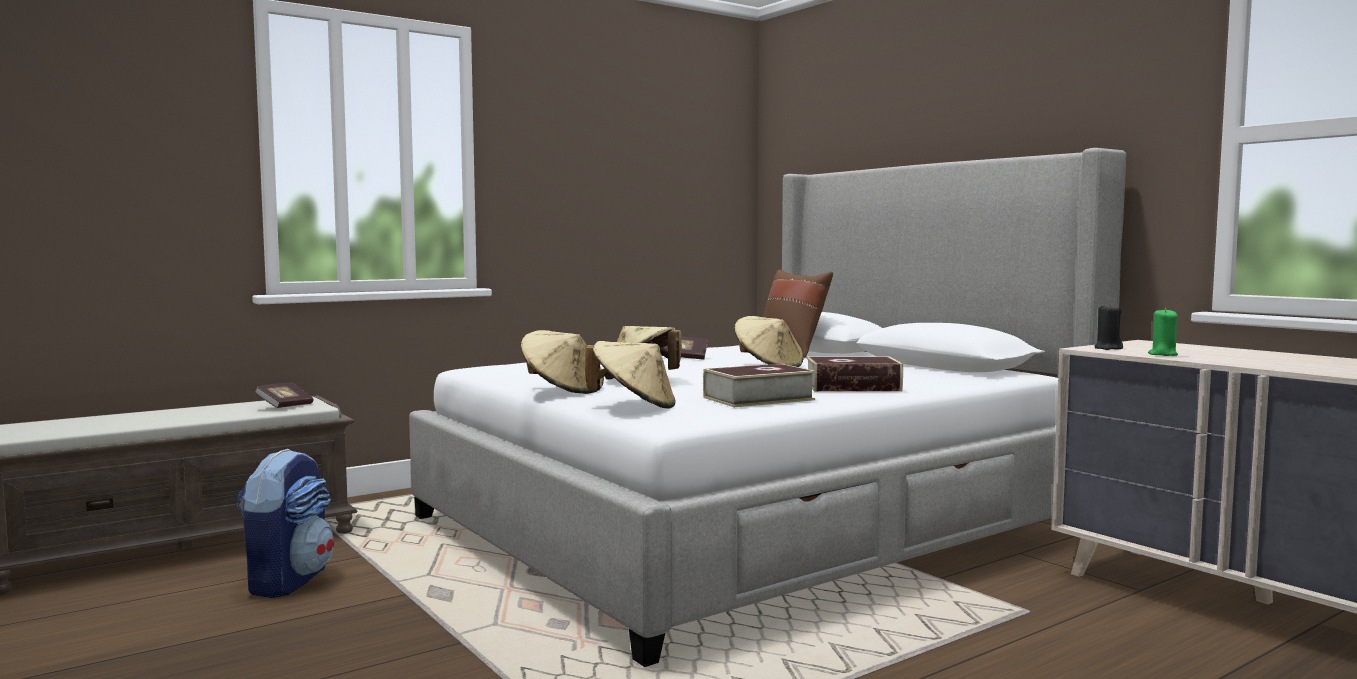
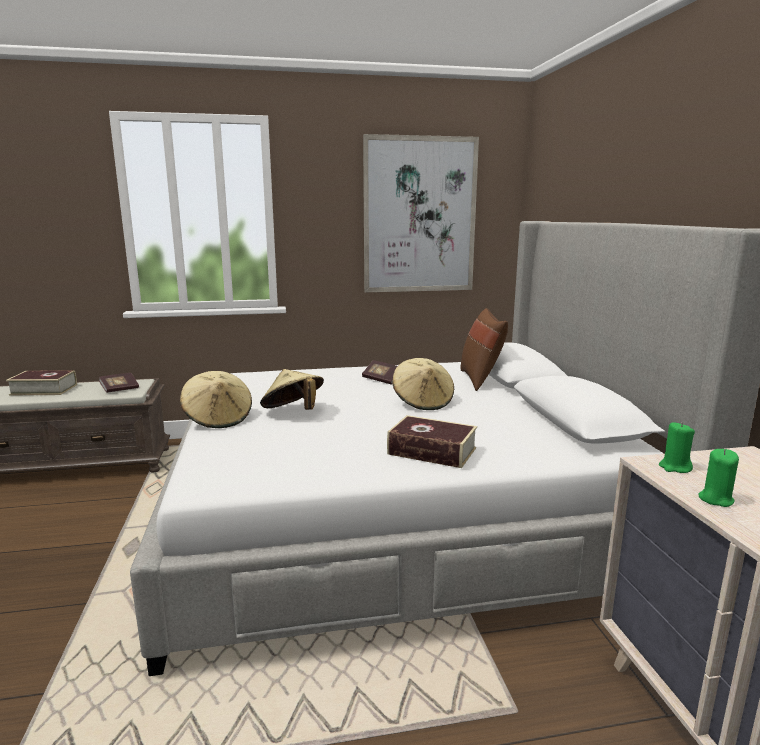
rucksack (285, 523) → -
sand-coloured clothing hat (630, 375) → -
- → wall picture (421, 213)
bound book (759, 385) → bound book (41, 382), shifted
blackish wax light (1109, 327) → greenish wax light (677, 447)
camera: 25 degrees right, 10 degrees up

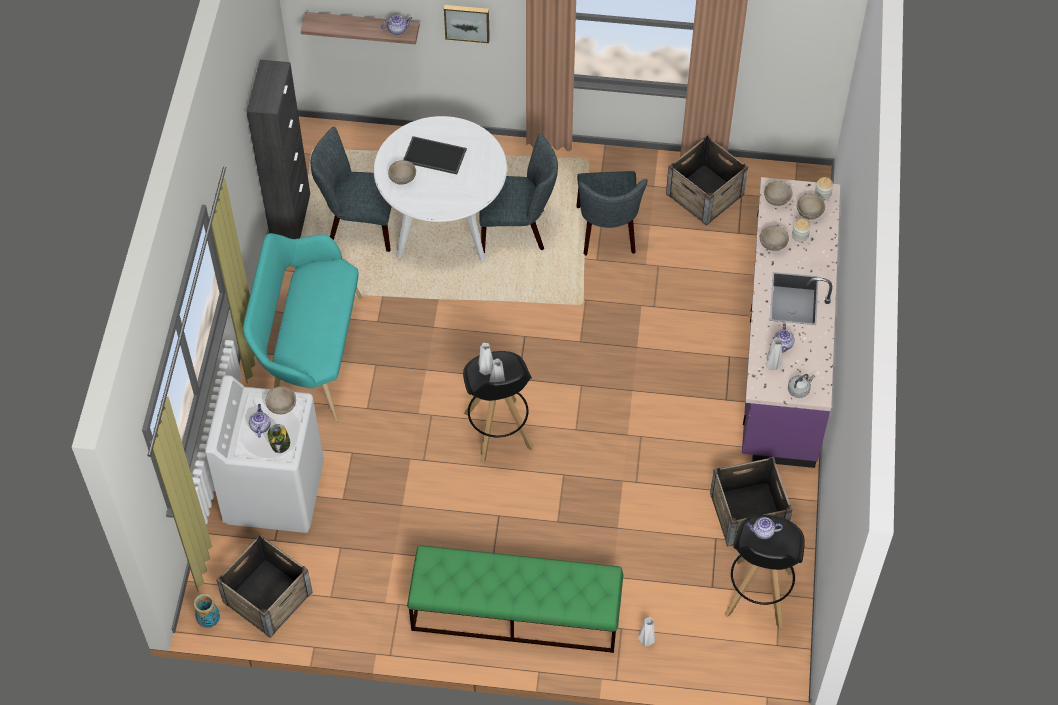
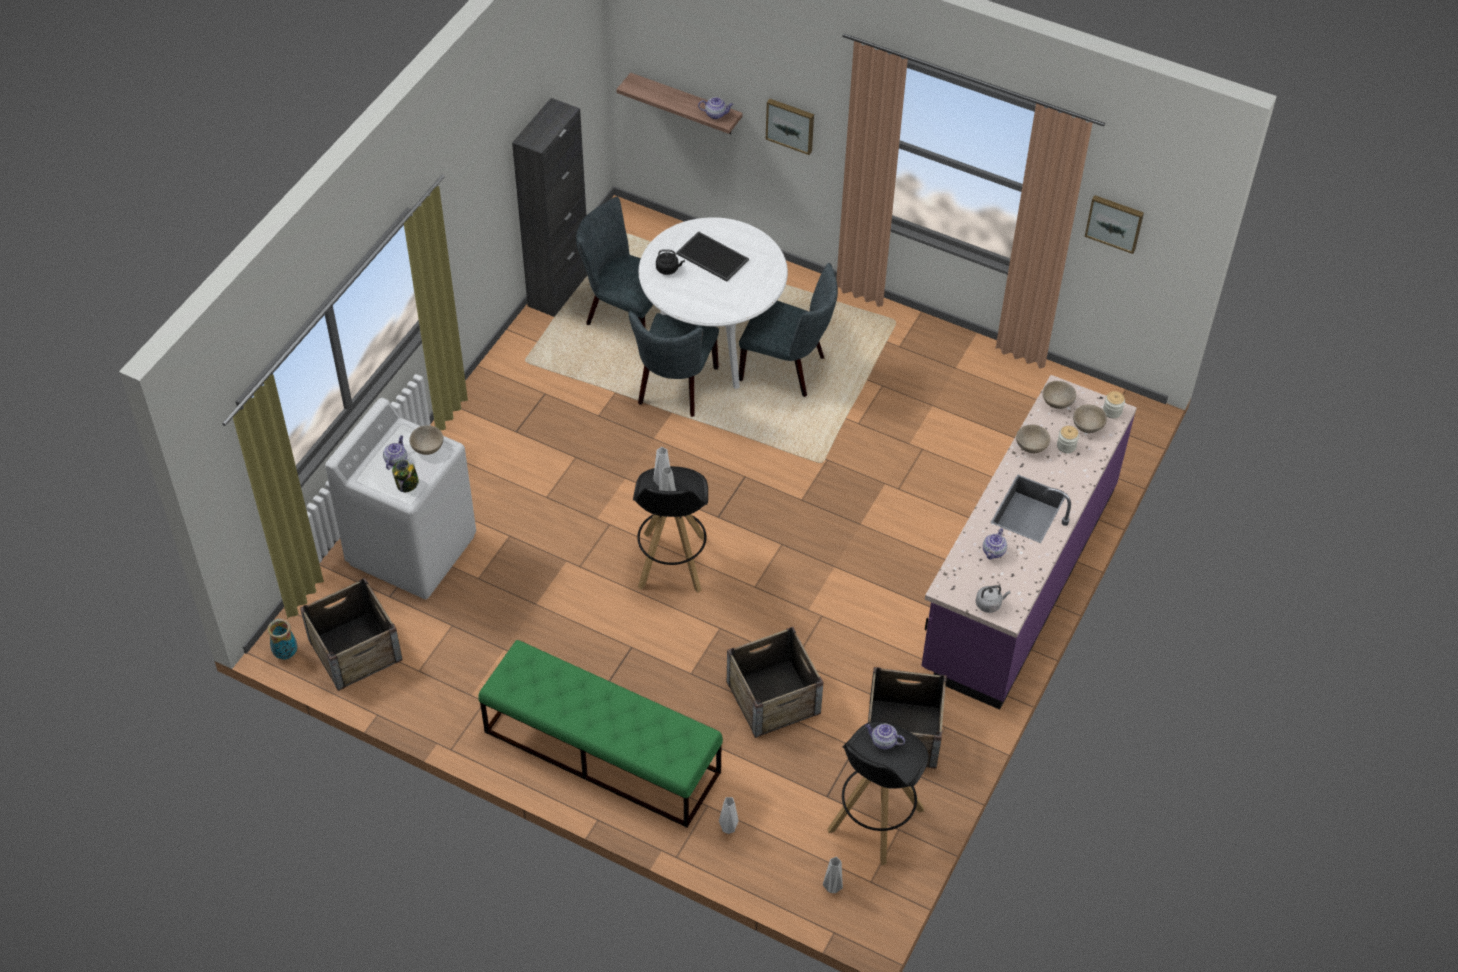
turquoise indoor bench (302, 327) → -
- → wall picture (1114, 224)
grey plain chair (612, 213) → grey plain chair (673, 364), shifted
crate (707, 181) → crate (775, 682), shifted
grey vase (774, 353) → grey vase (833, 875), shifted
sand-coloured bowl (402, 172) → blackish kettle (670, 262)
camera: 20 degrees right, 5 degrees down

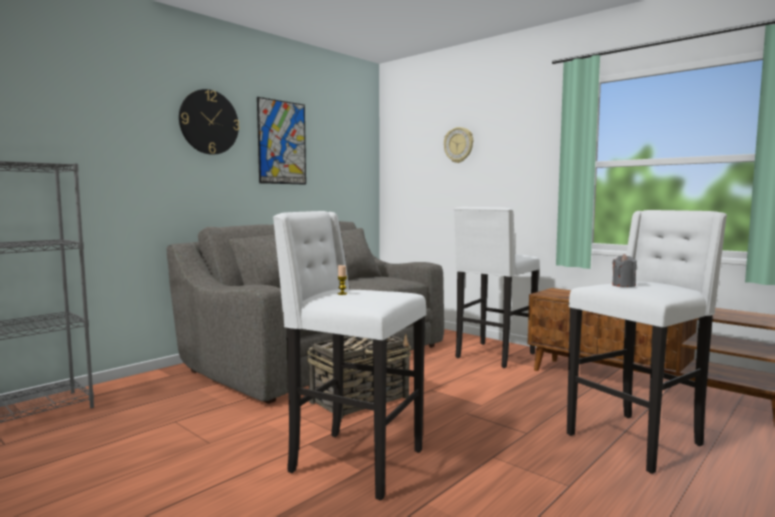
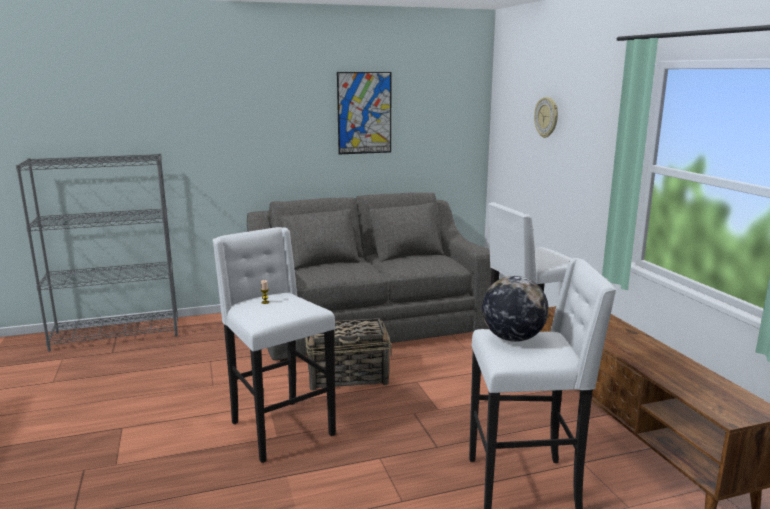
clock on the wall (209, 122) → -
grey wax light (624, 270) → desk globe (515, 309)
camera: 30 degrees right, 10 degrees up

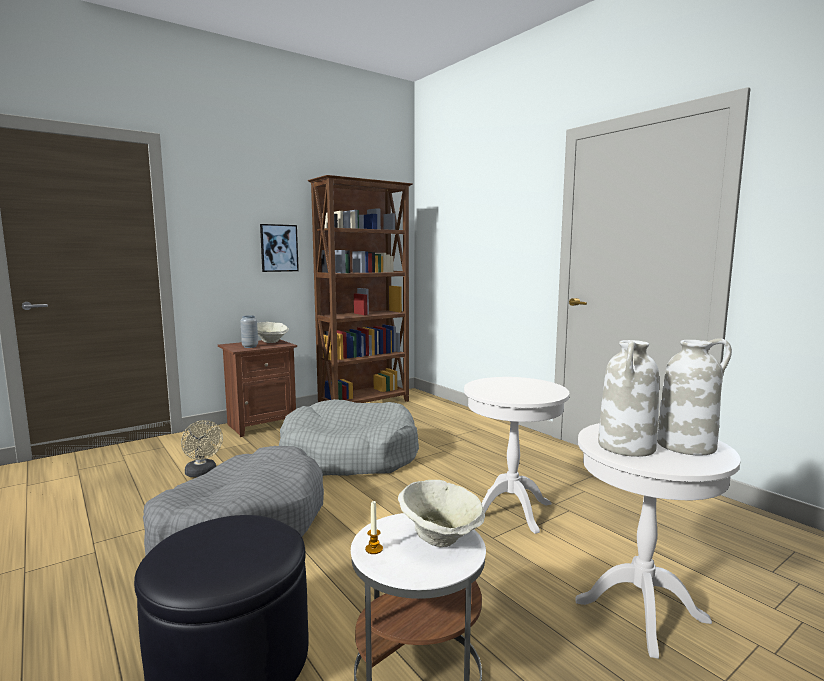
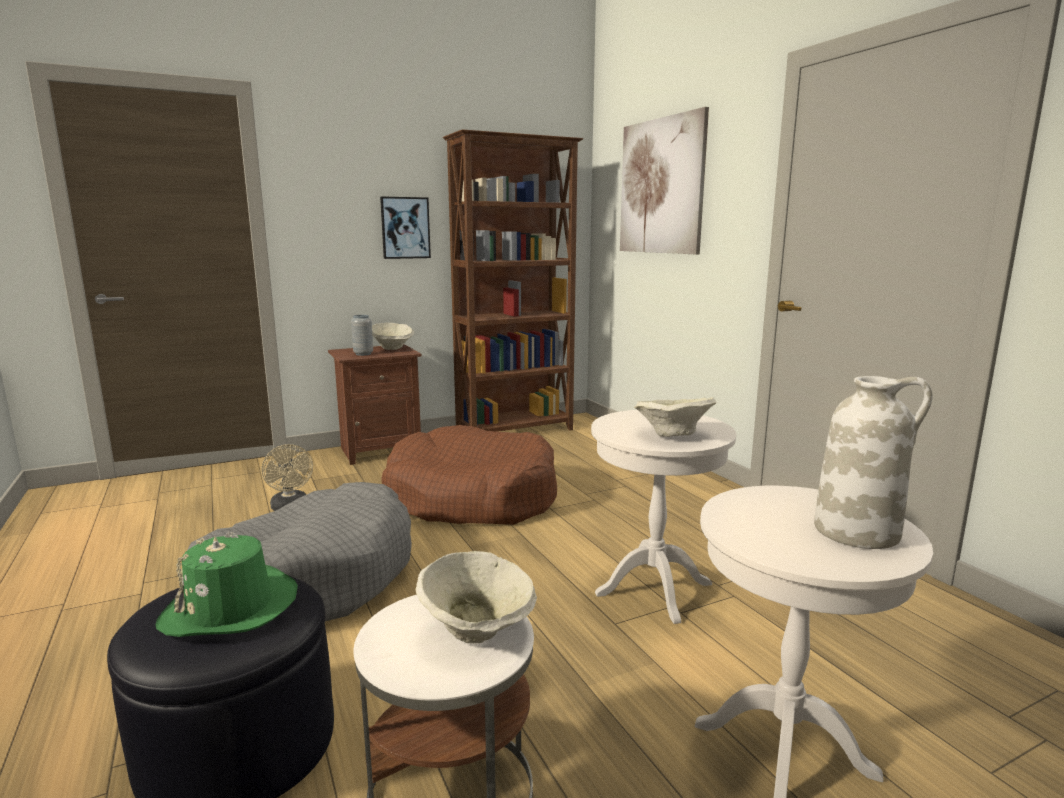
wax light (374, 527) → -
white-coloured vase (628, 398) → -
- → greenish clothing hat (226, 584)
- → wall picture (664, 180)
- → sand-coloured bowl (675, 417)
grey pet bed (349, 437) → brown-coloured pet bed (469, 475)
camera: 10 degrees right, 5 degrees up

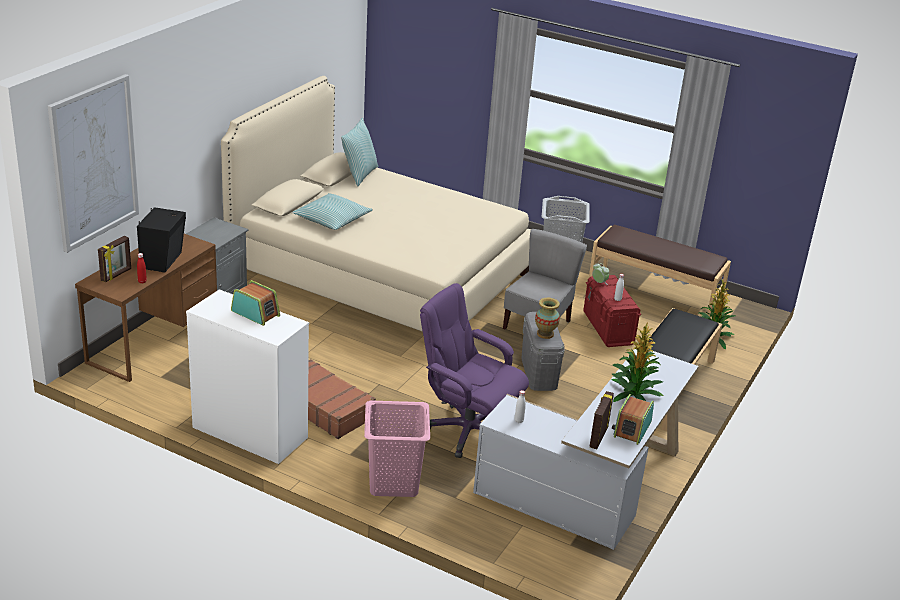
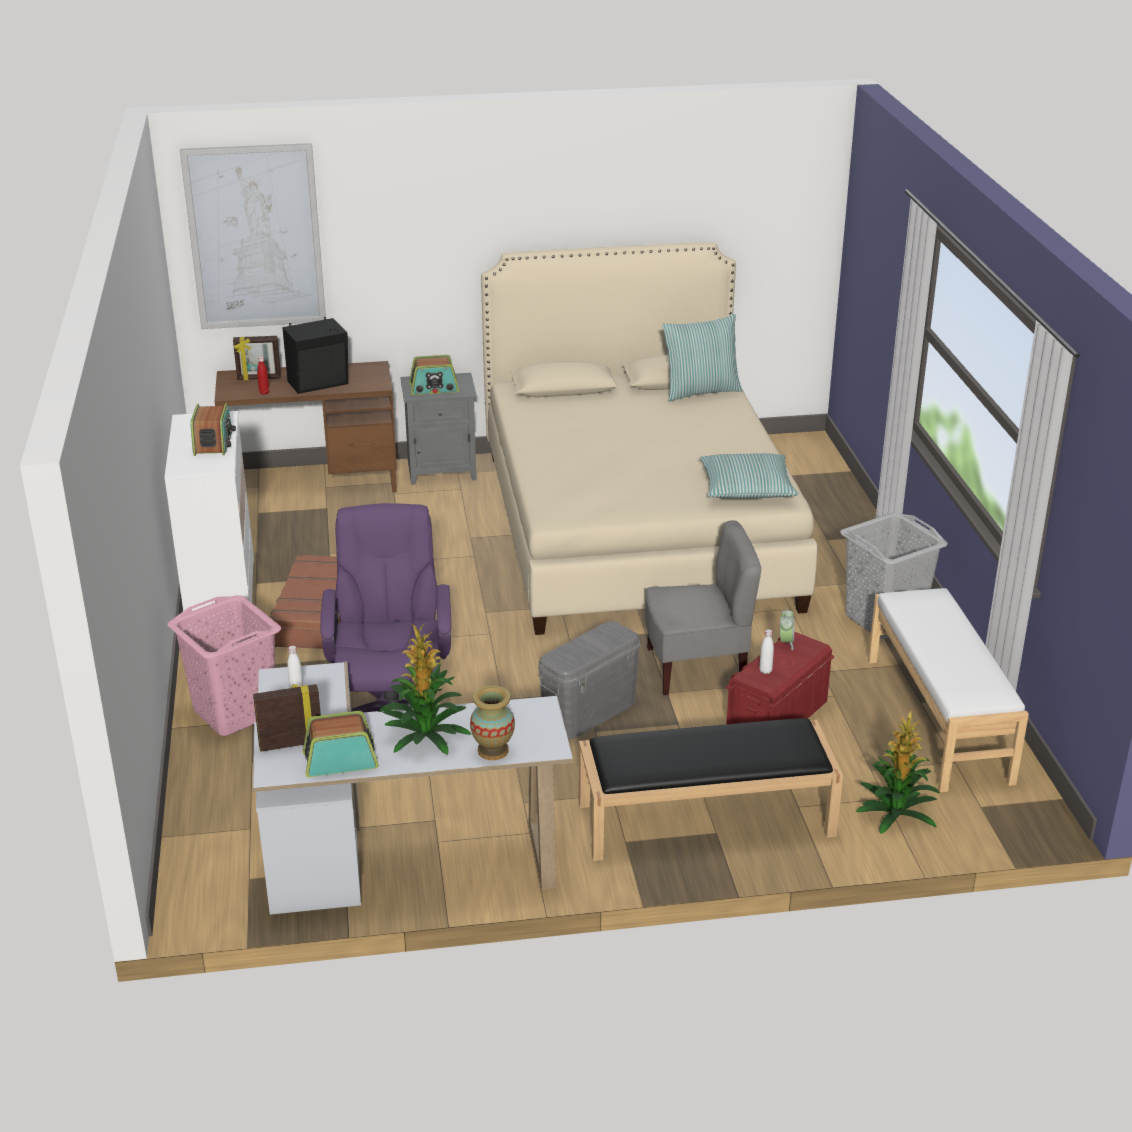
- → radio receiver (434, 375)
pillow (332, 211) → pillow (749, 476), shifted
vase (547, 318) → vase (492, 723), shifted
brown-coloured indoor bench (660, 271) → white-coloured indoor bench (948, 690)
camera: 55 degrees right, 0 degrees up

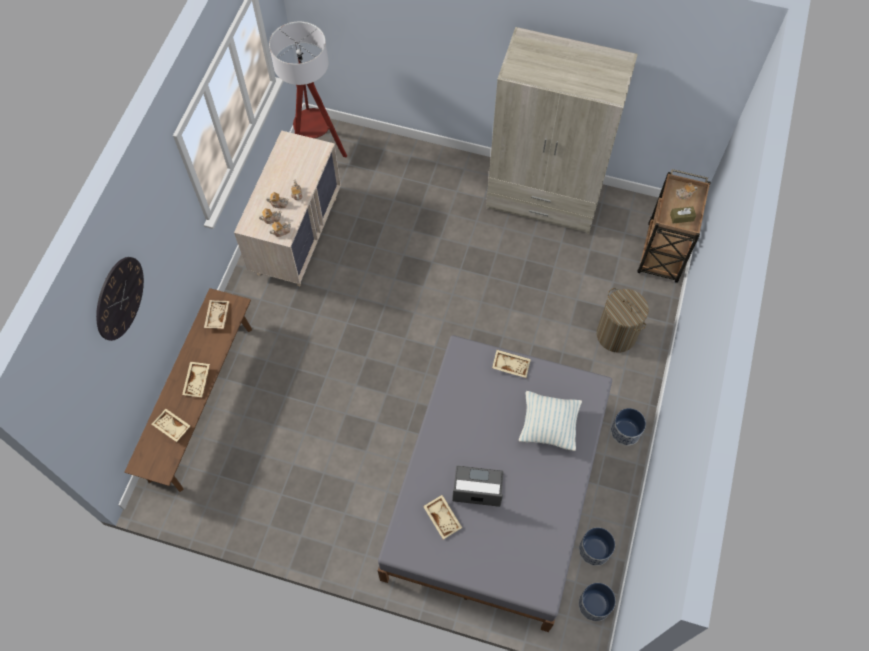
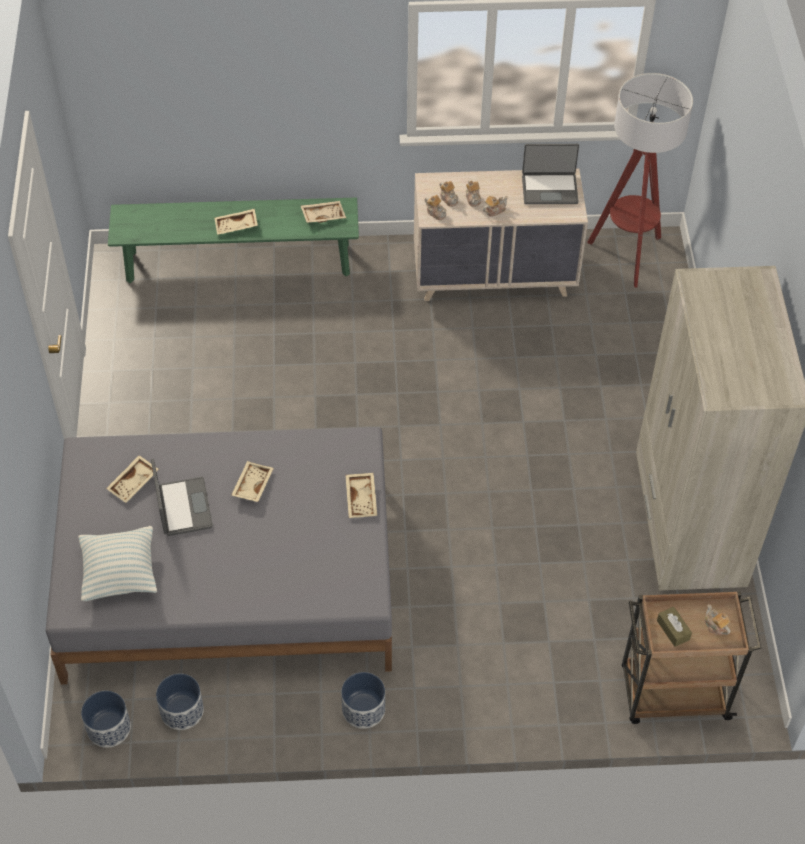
clock on the wall (120, 299) → -
hamper (623, 320) → -
- → portable computer (550, 174)
sand-coloured tray (171, 425) → sand-coloured tray (252, 481), shifted
pillow (550, 421) → pillow (117, 563), shifted
brown-coloured indoor bench (188, 390) → greenish indoor bench (233, 240)
camera: 70 degrees right, 10 degrees down

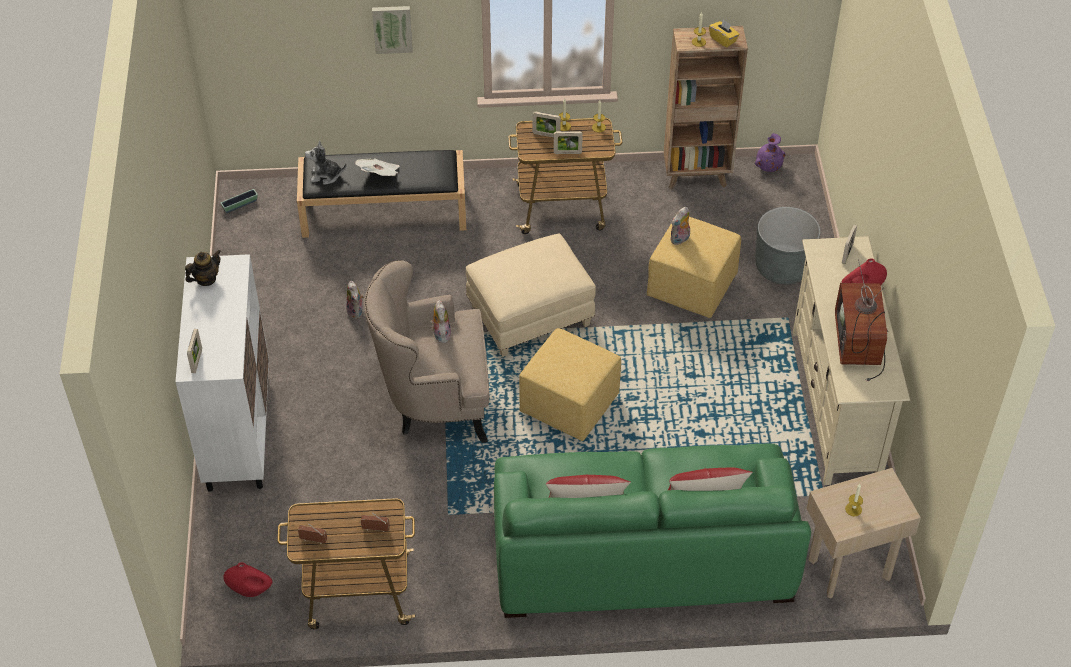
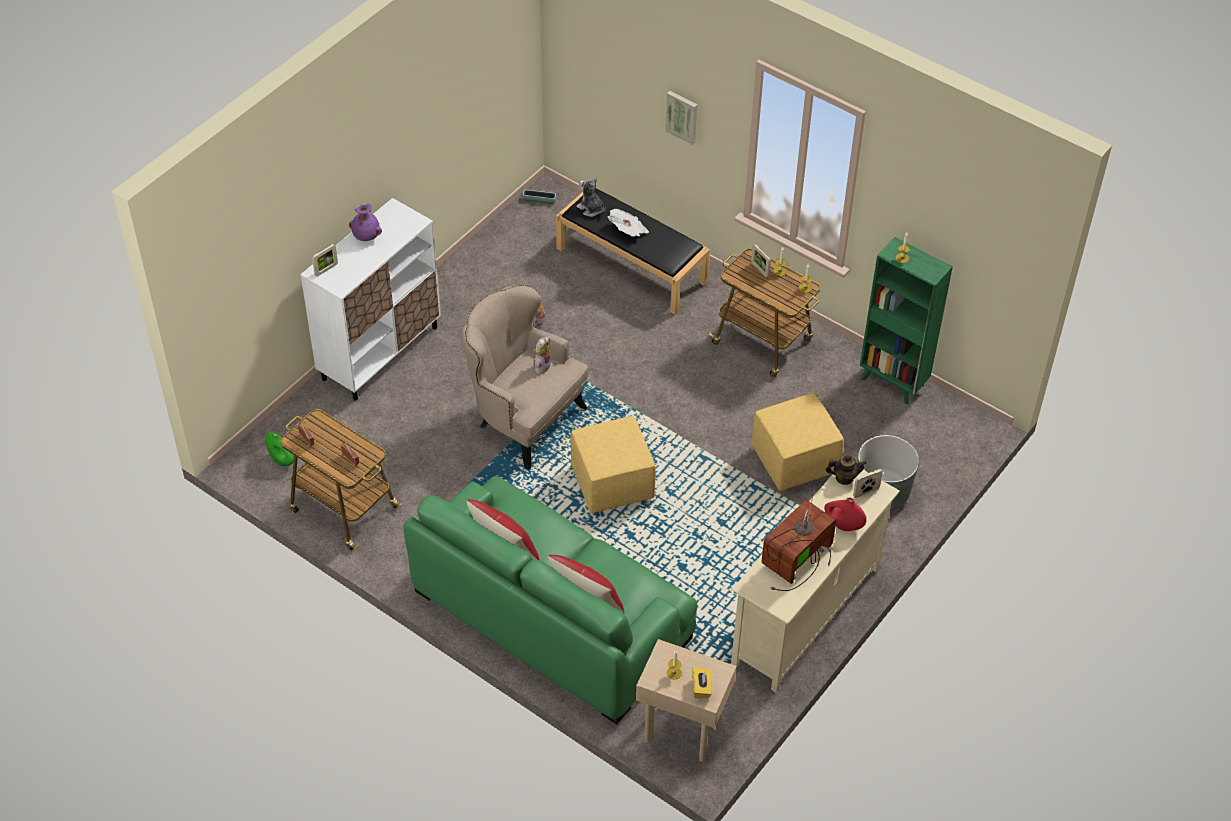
sand-coloured ottoman (531, 295) → -
photo frame (568, 142) → -
plush toy (680, 226) → -
tea pot (203, 267) → tea pot (846, 470), shifted
yellowish tissue holder (724, 33) → yellowish tissue holder (702, 682), shifted
purple vase (770, 152) → purple vase (365, 222), shifted
reddish vase (247, 579) → greenish vase (279, 449)
brown-coloured bookcase (706, 108) → greenish bookcase (906, 320)
camera: 40 degrees right, 0 degrees up

